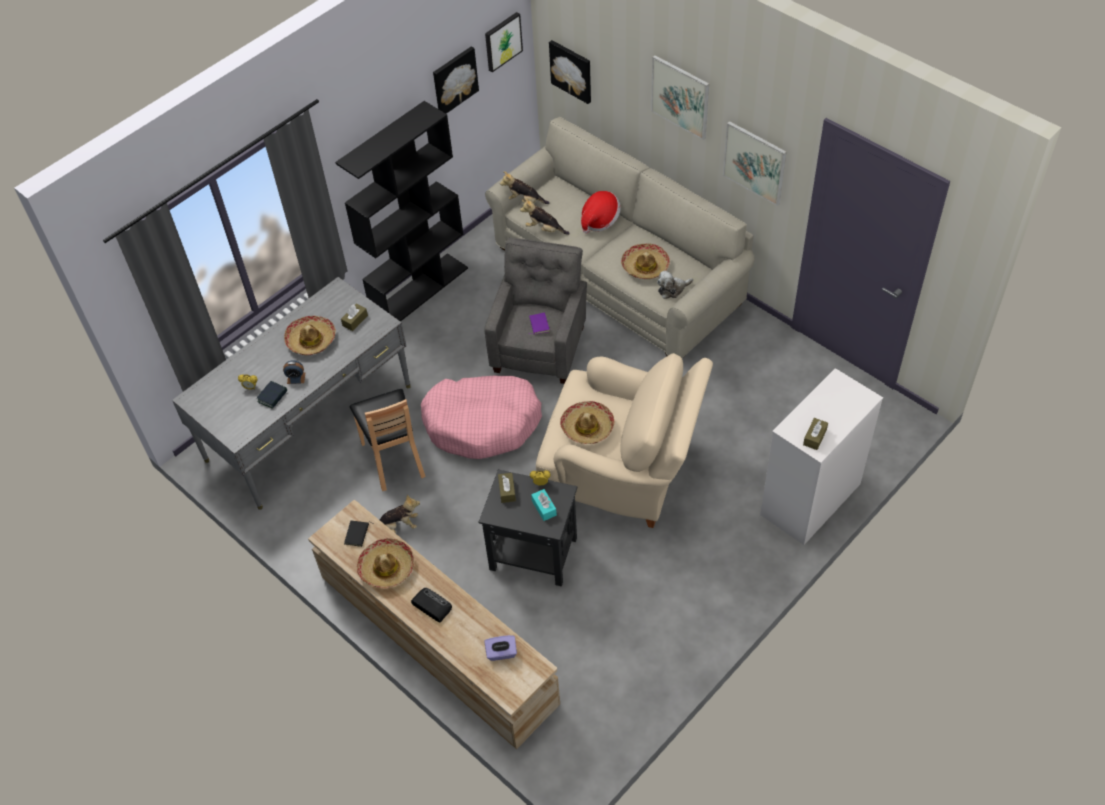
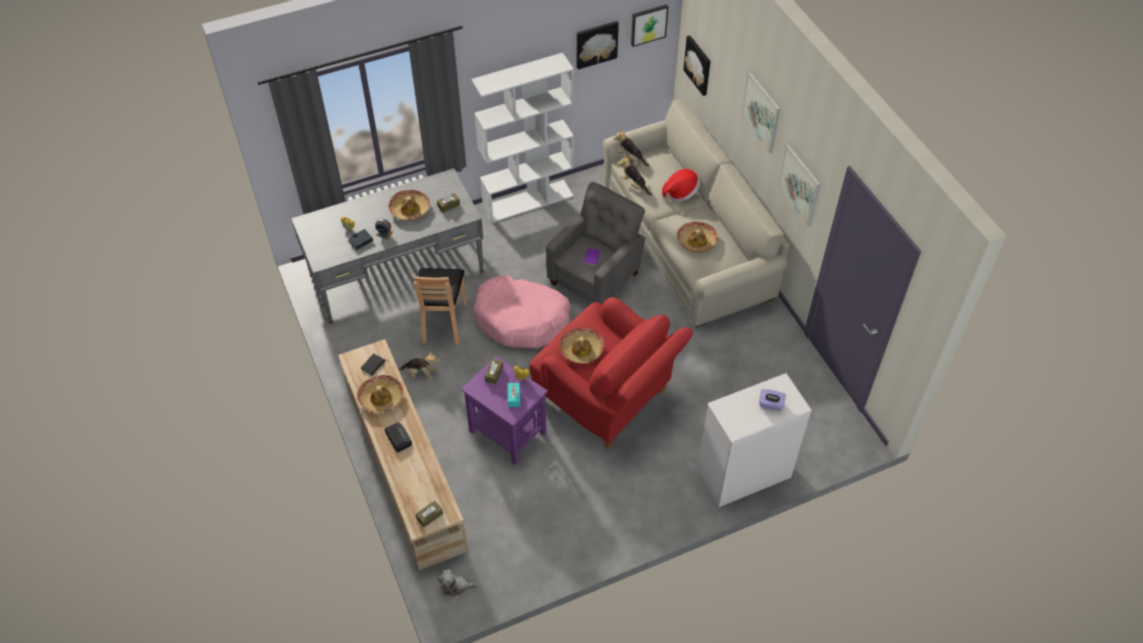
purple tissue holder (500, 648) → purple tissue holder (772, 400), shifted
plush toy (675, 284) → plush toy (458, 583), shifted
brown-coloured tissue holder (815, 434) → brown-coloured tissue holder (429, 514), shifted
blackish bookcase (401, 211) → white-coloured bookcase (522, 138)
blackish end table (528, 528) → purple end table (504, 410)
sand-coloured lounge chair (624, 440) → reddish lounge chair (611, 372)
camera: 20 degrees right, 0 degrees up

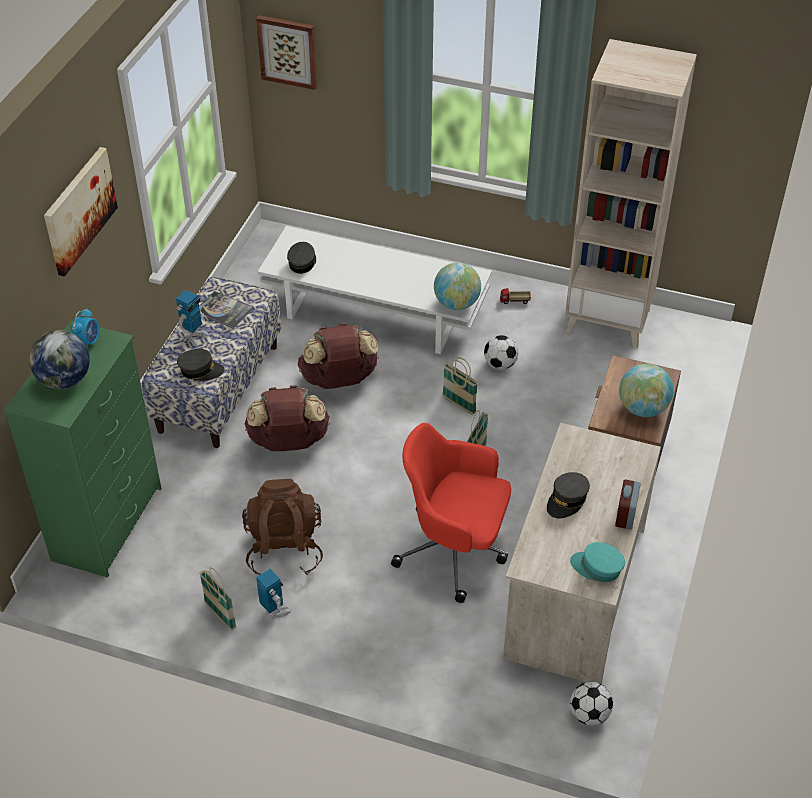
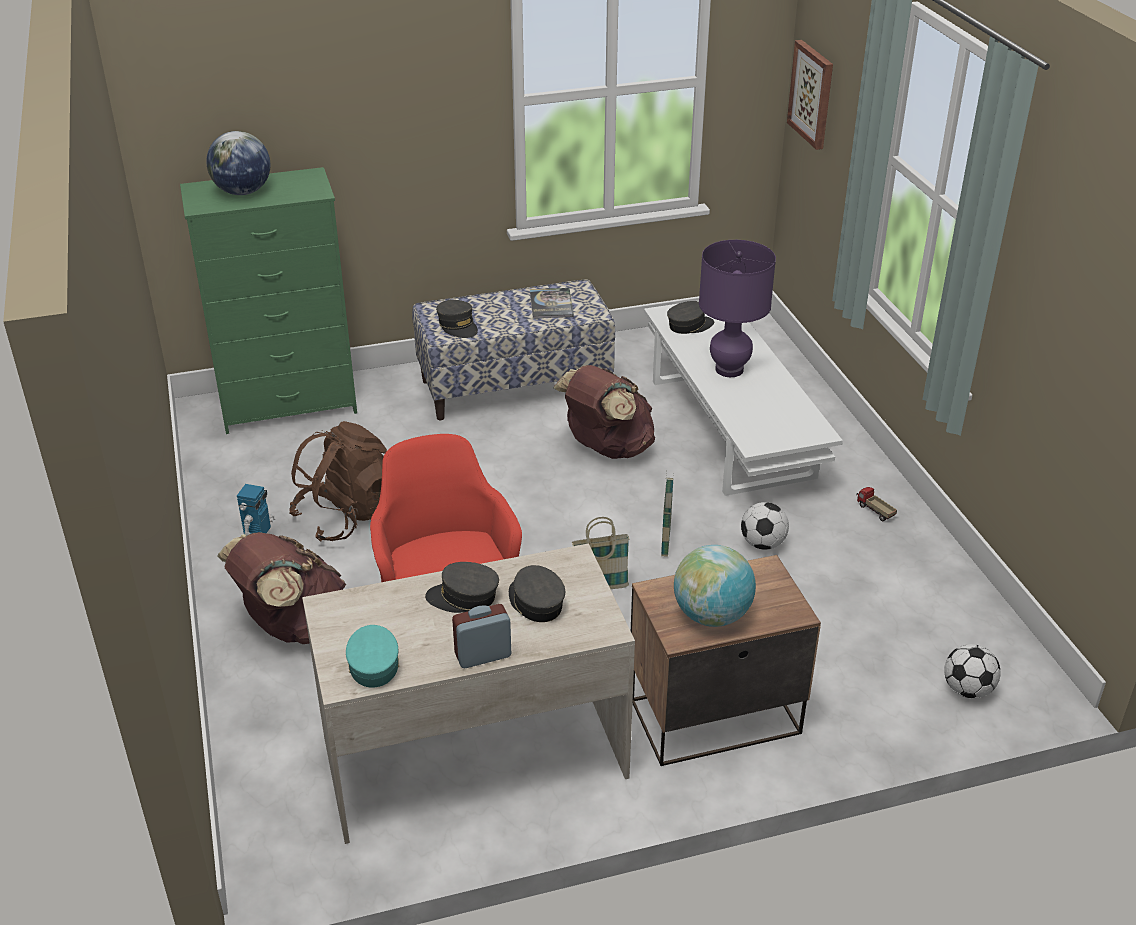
wall picture (81, 212) → -
bedside clock (85, 328) → -
toy robot (192, 318) → -
household basket (217, 599) → -
desk globe (457, 286) → -
sand-coloured bookcase (631, 193) → -
- → grey cap (537, 593)
- → purple lamp for a table (737, 308)
brown-coloured rucksack (287, 418) → brown-coloured rucksack (282, 588), shifted
ball for football (591, 704) → ball for football (972, 671), shifted
camera: 55 degrees right, 10 degrees down

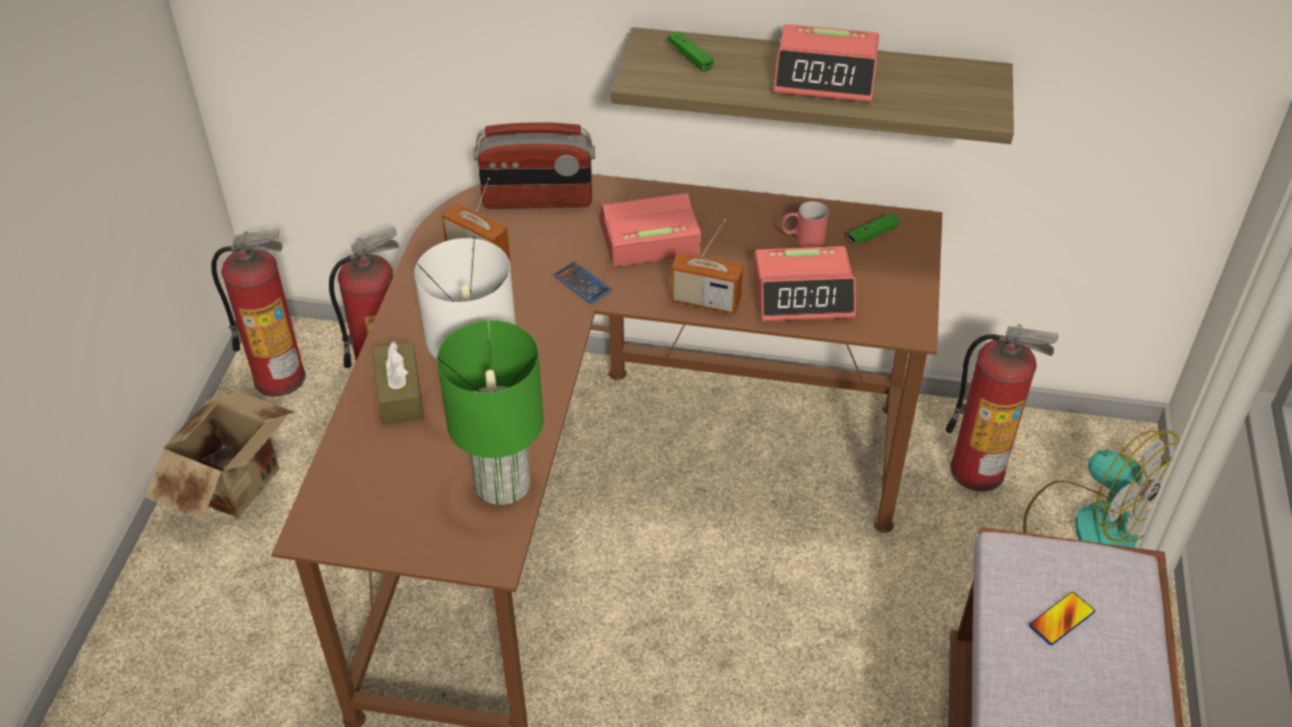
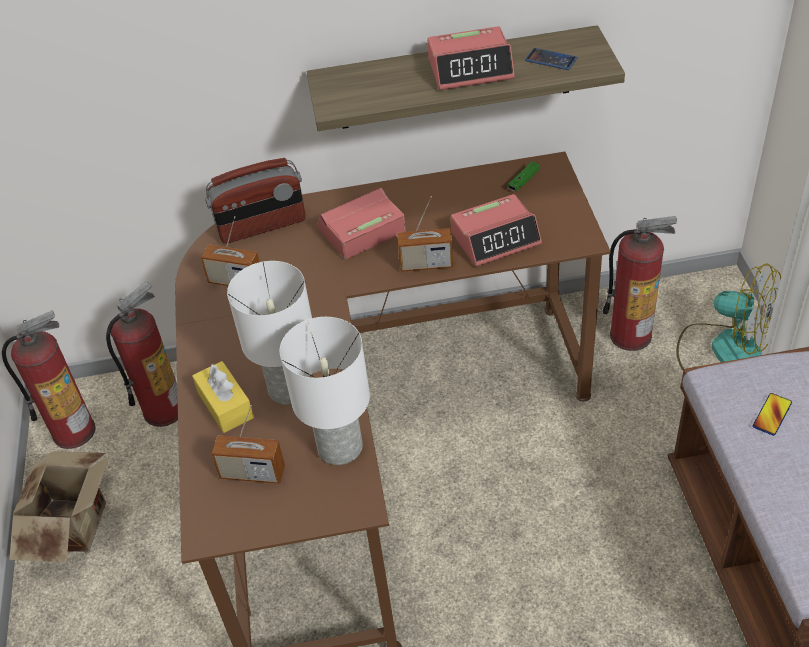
greenish joypad (691, 51) → -
reddish coffee mug (805, 224) → -
- → radio receiver (248, 444)
telephone (582, 283) → telephone (551, 59), shifted
brown-coloured tissue holder (398, 383) → yellowish tissue holder (223, 397)
greenish lamp for a table (490, 412) → white-coloured lamp for a table (325, 391)
camera: 15 degrees left, 0 degrees up

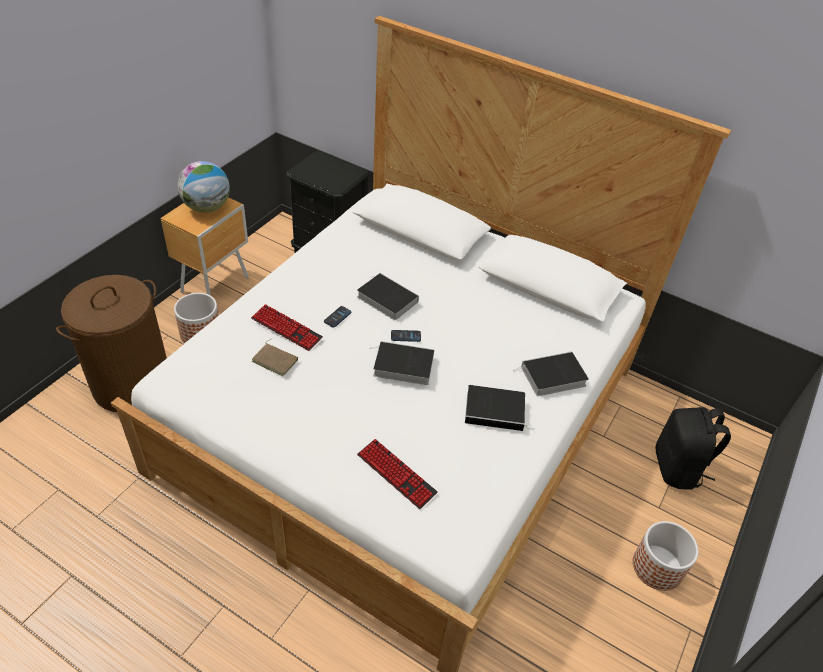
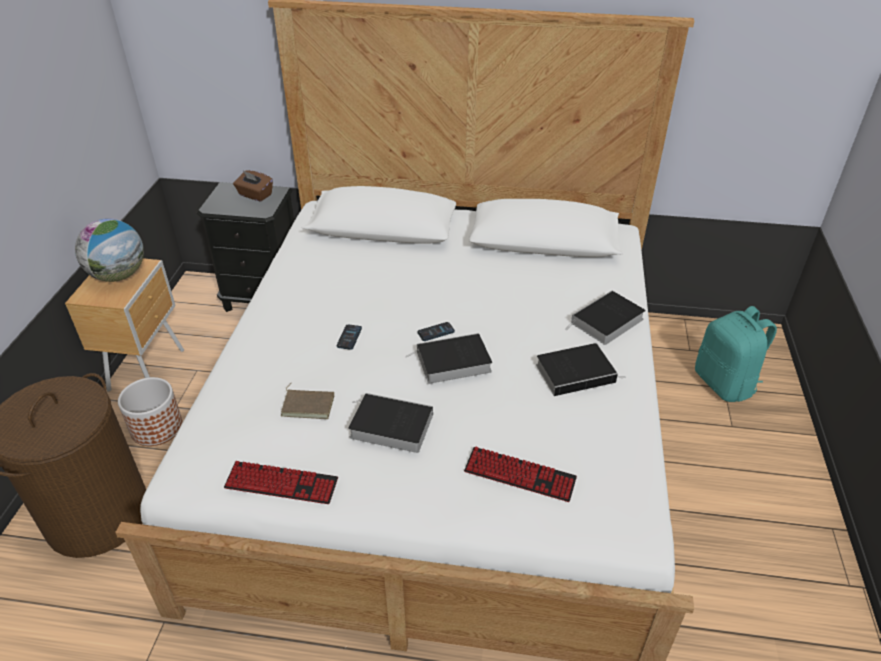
flower pot (666, 556) → -
- → brown-coloured tissue holder (253, 186)
PC keyboard (287, 327) → PC keyboard (281, 482), shifted
bound book (388, 297) → bound book (390, 423), shifted
blackish rucksack (693, 448) → turquoise rucksack (736, 354)
camera: 20 degrees left, 5 degrees down

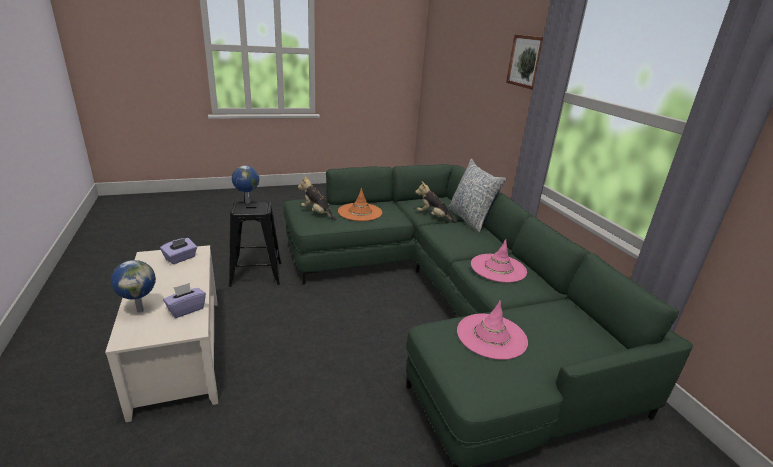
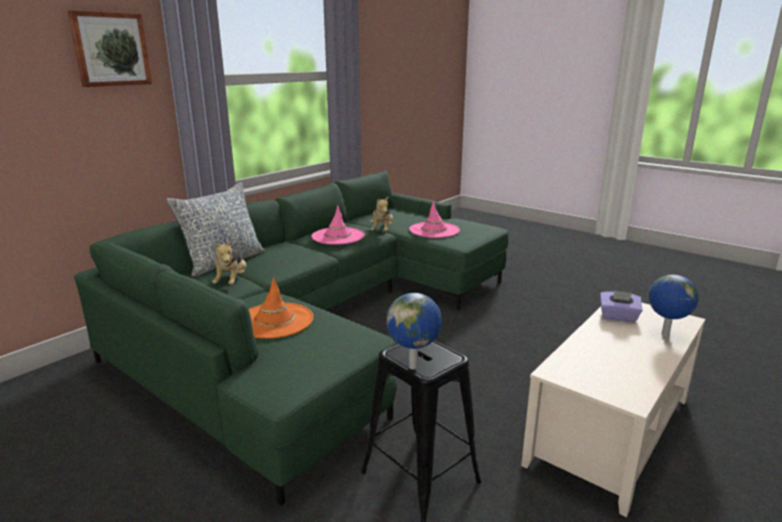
purple tissue holder (178, 251) → -
plush toy (317, 198) → plush toy (381, 214), shifted
camera: 120 degrees left, 5 degrees down

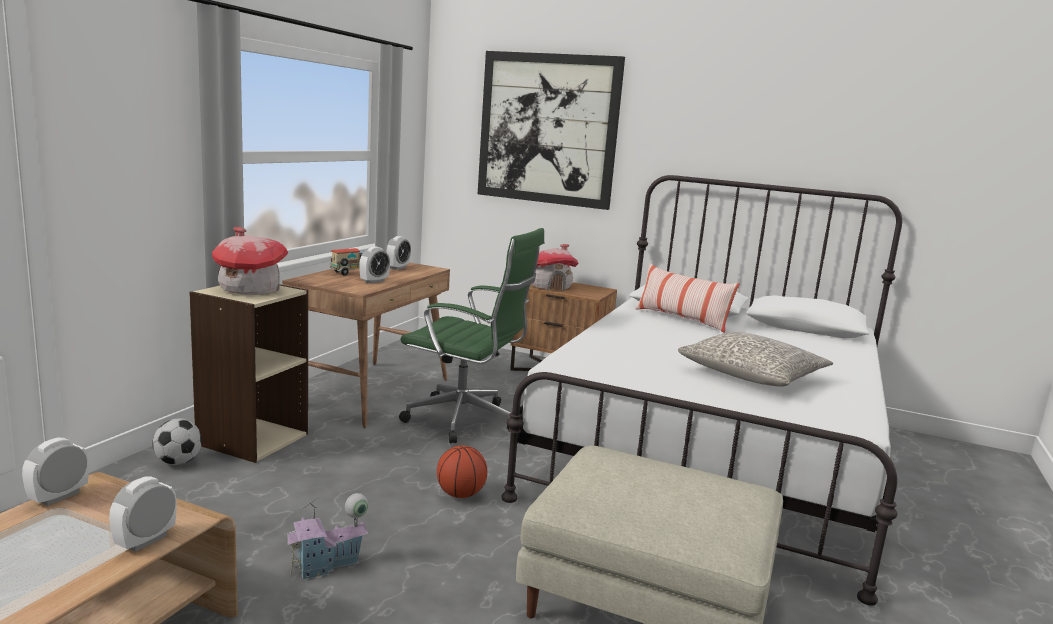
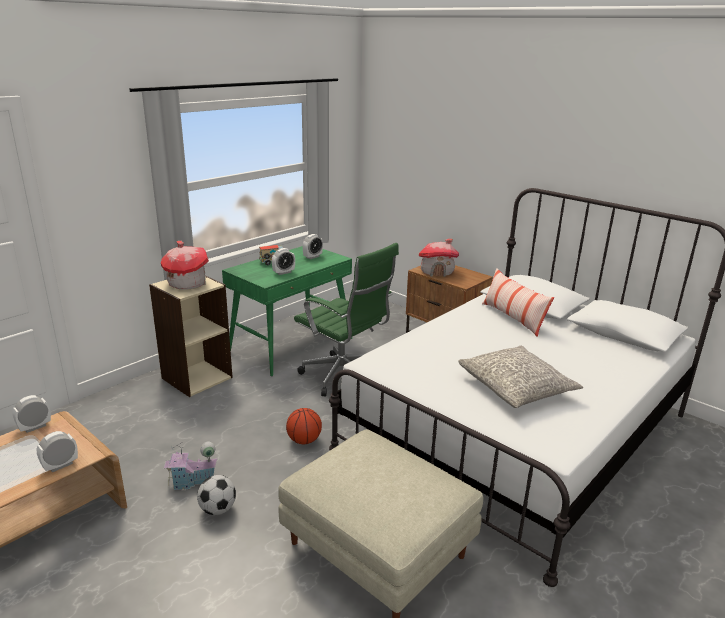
wall picture (551, 130) → -
ball for football (177, 442) → ball for football (216, 495), shifted
brown-coloured desk unit (366, 345) → greenish desk unit (287, 311)
camera: 20 degrees right, 10 degrees up

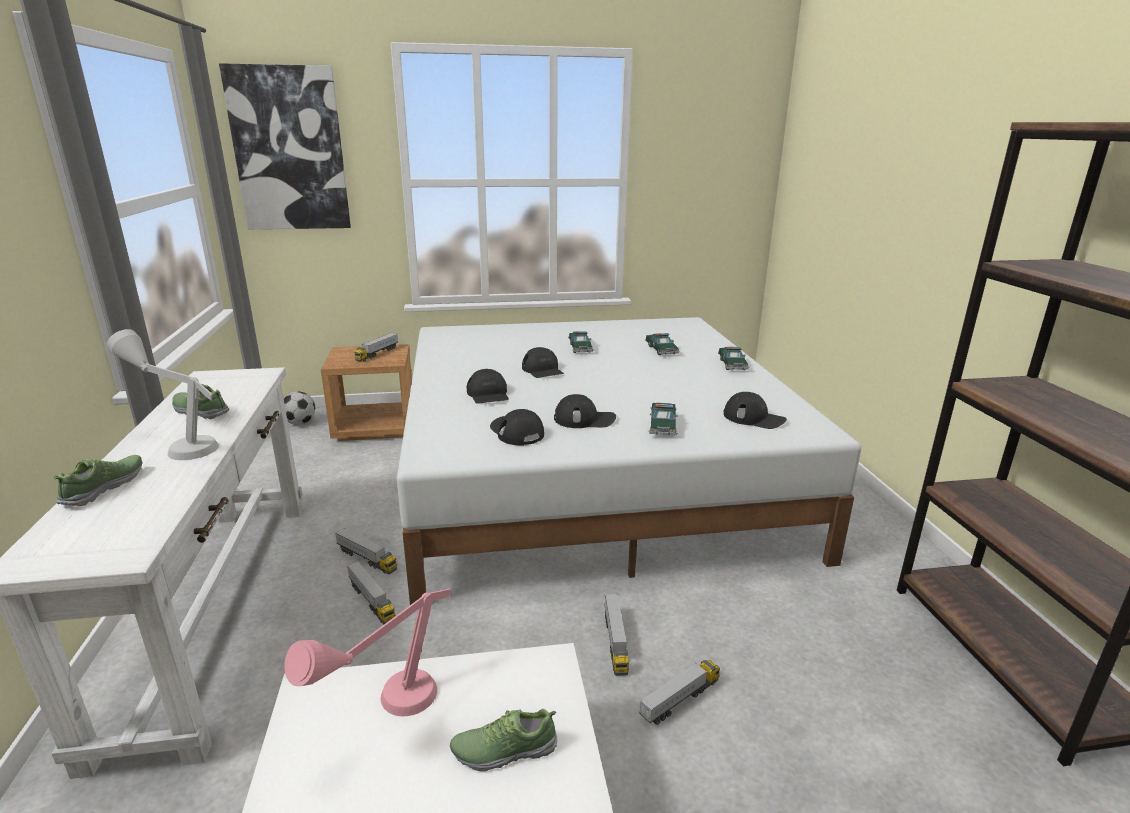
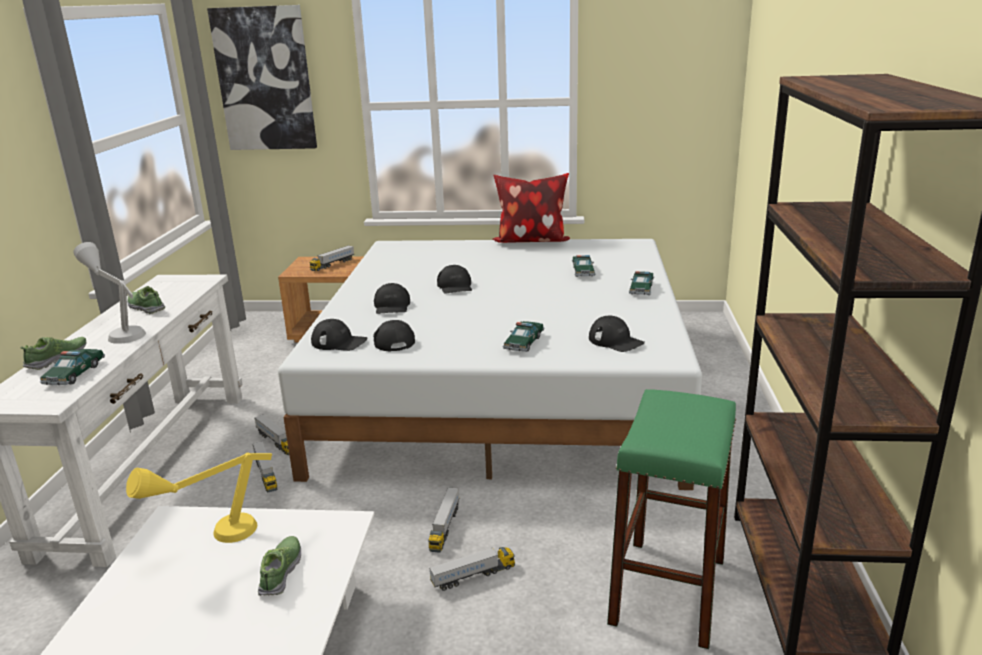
ball for football (299, 408) → -
- → pillow (531, 208)
- → greenish stool seat (671, 519)
blackish cap (585, 411) → blackish cap (339, 335), shifted
model car (581, 342) → model car (72, 367), shifted
pink lamp for a table (367, 652) → yellowish lamp for a table (199, 498)
low shoe (503, 740) → low shoe (279, 566), 90 degrees clockwise
camera: 15 degrees right, 0 degrees up

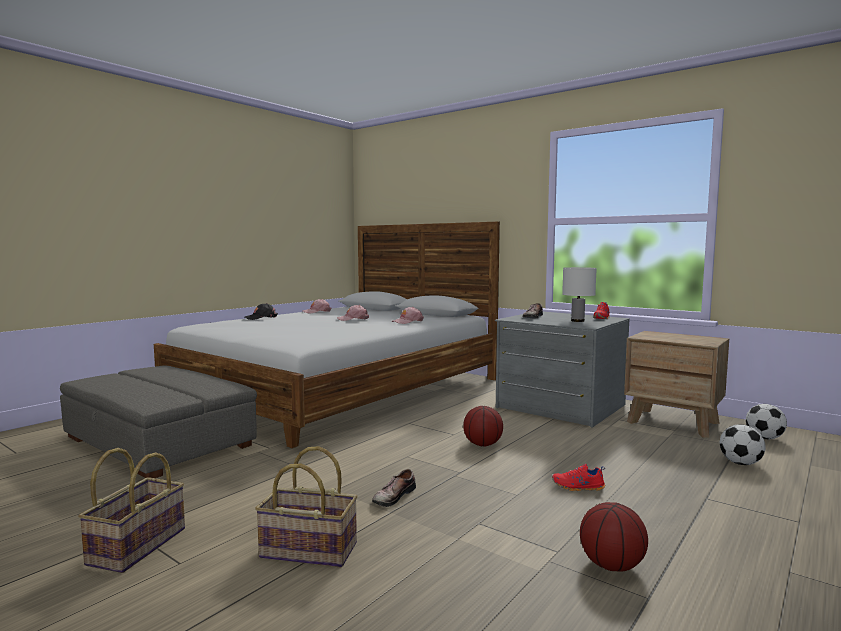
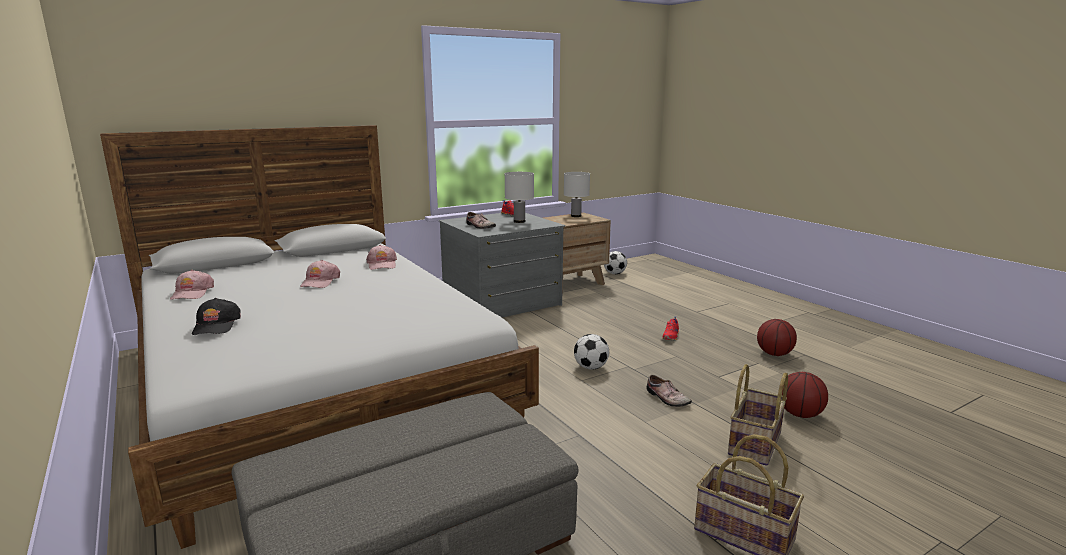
- → white-coloured lamp for a table (577, 194)
basketball (483, 426) → basketball (805, 395), shifted
ball for football (743, 444) → ball for football (591, 352), shifted
camera: 70 degrees left, 10 degrees up

